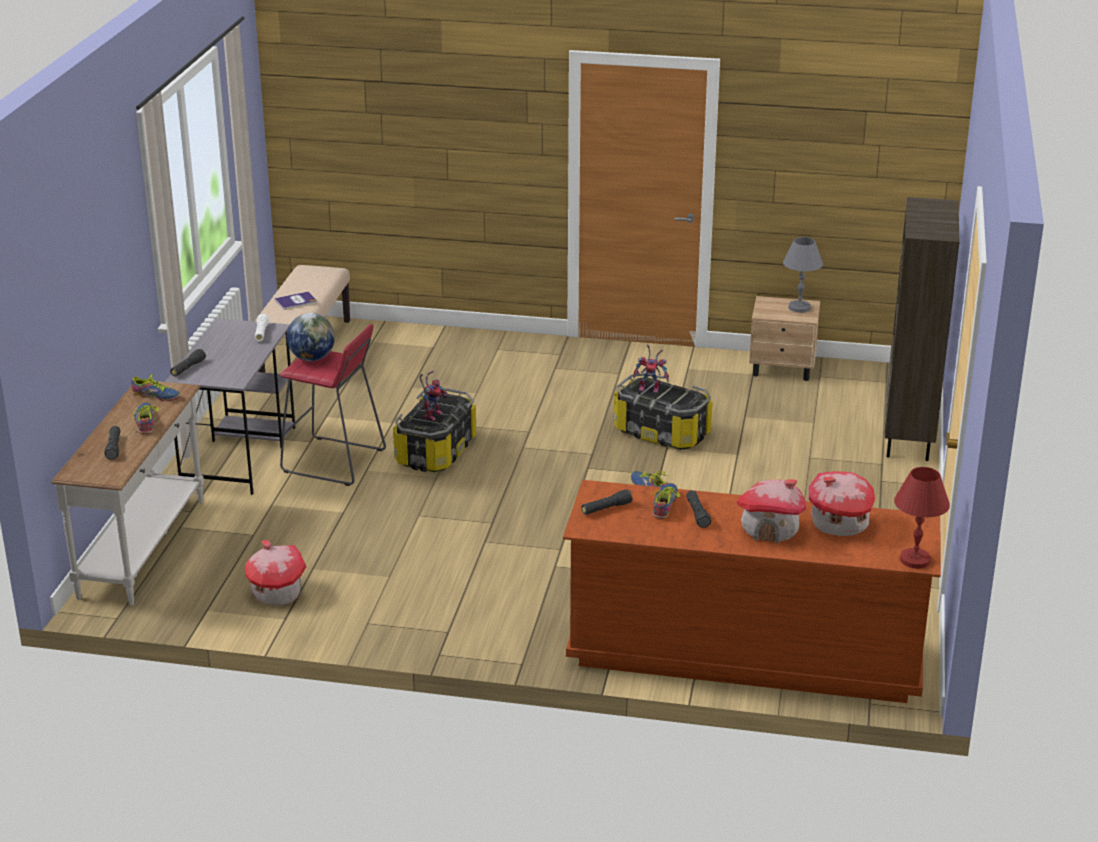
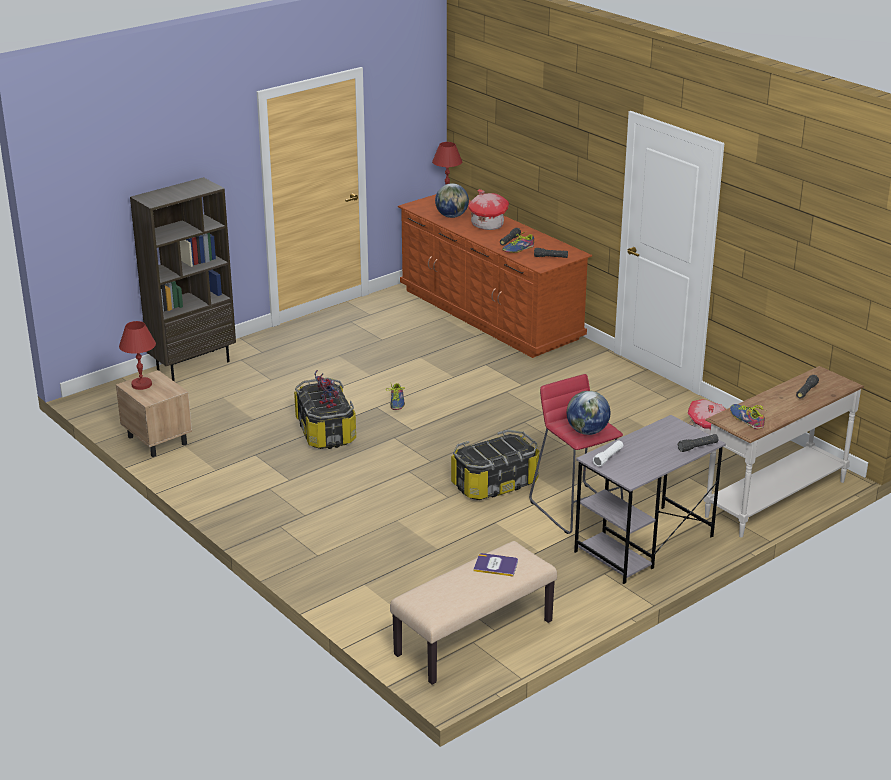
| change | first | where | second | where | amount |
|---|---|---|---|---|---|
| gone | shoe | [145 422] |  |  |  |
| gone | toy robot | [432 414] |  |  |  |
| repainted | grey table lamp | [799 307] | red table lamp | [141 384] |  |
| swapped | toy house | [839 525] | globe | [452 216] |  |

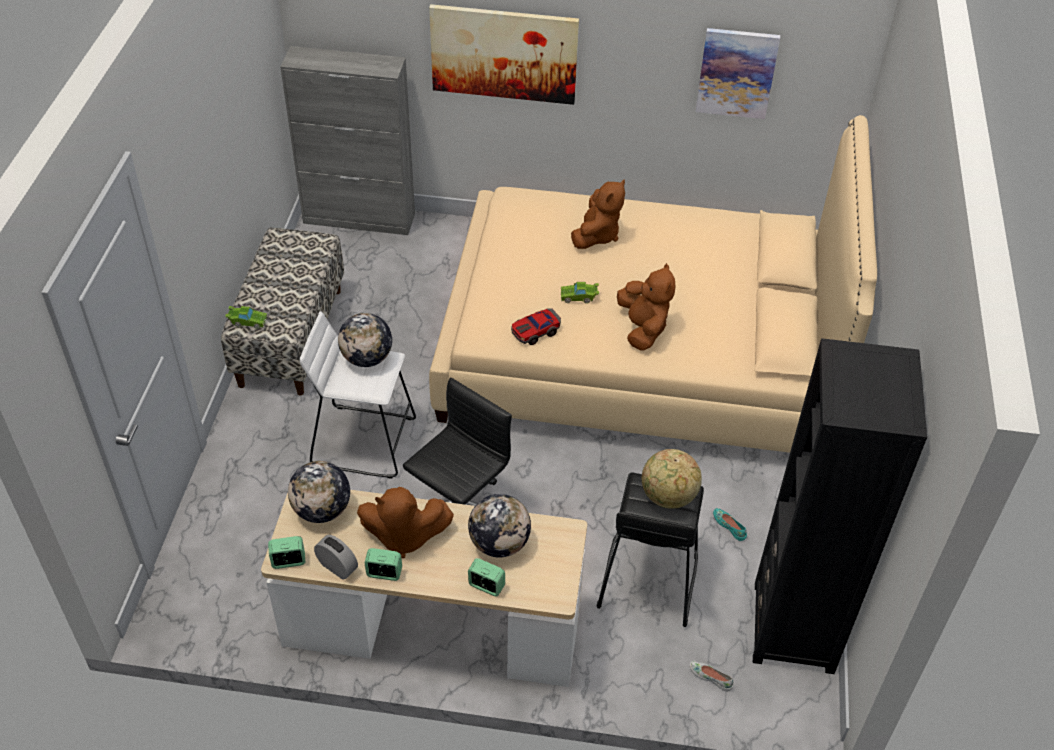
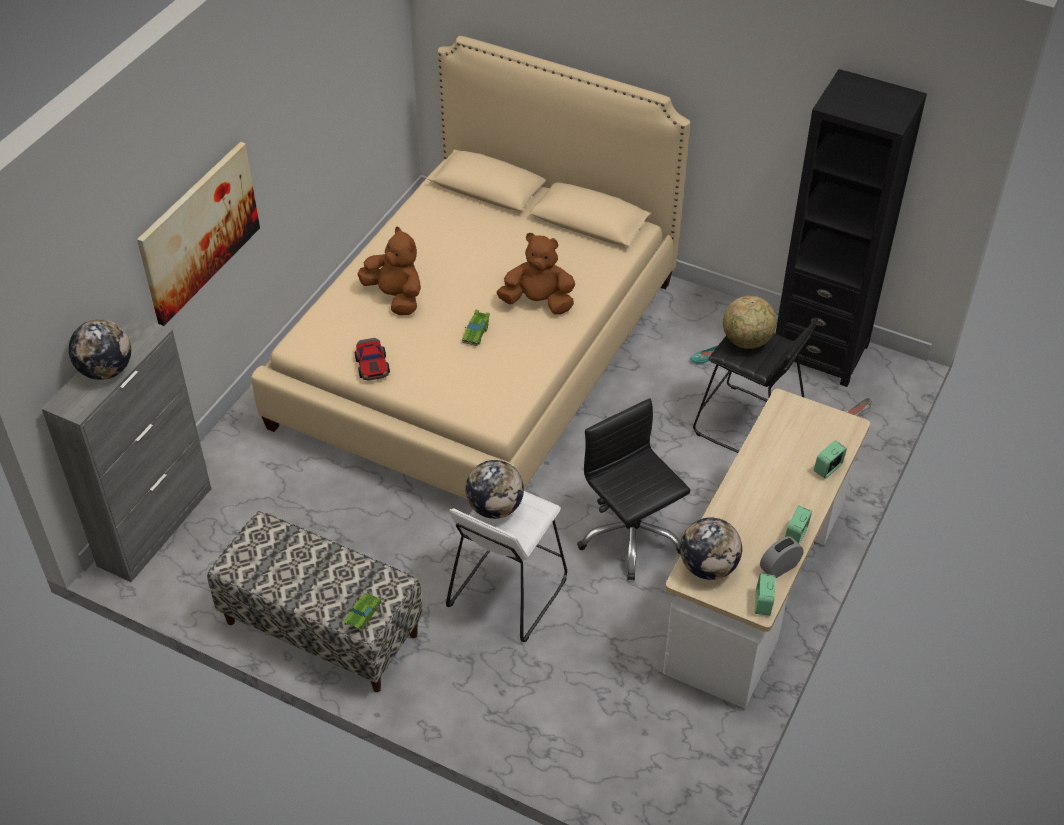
| change | first | where | second | where | amount |
|---|---|---|---|---|---|
| gone | brown plush toy | [404 536] |  |  |  |
| shifted | globe | [499 543] |  | [106 370] |  |
| shifted | toy car | [535 331] |  | [372 365] |  |
| gone | picture | [736 73] |  |  |  |

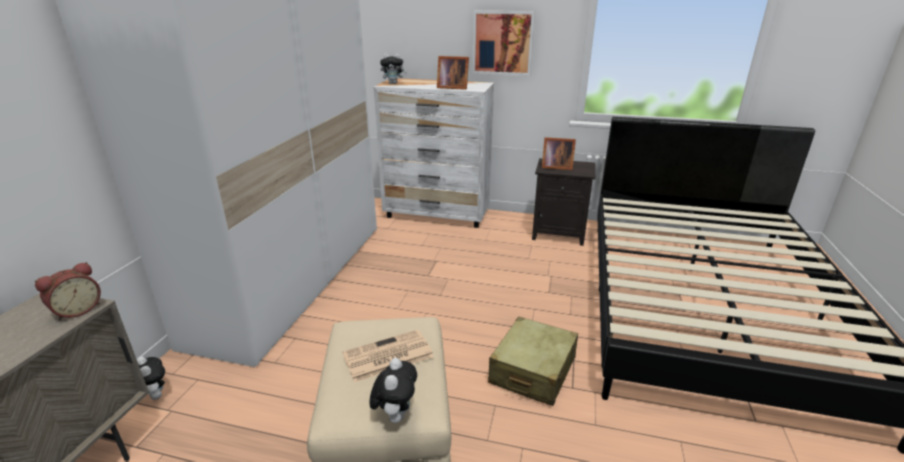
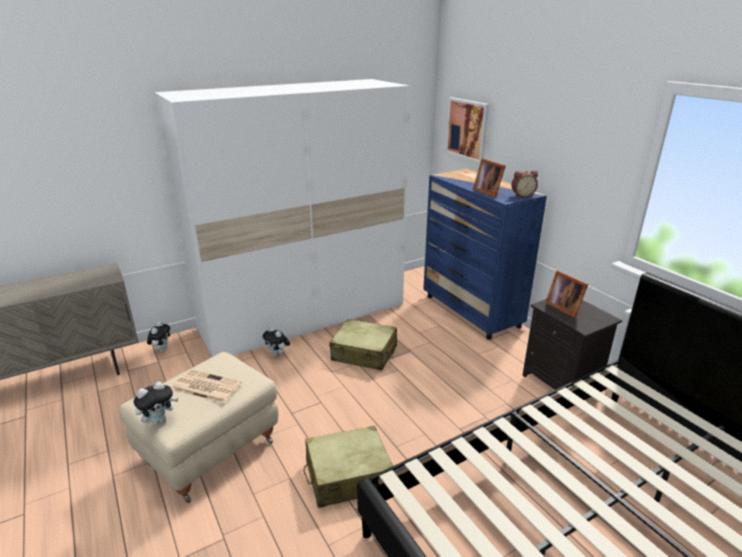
| change | first | where | second | where | amount |
|---|---|---|---|---|---|
| shifted | alarm clock | [77 310] |  | [522 195] |  |
| repainted | white dresser | [437 214] | blue dresser | [471 312] |  |
| shifted | plush toy | [393 83] |  | [278 354] |  |
| shifted | picture | [502 43] |  | [467 129] |  |
| new |  |  | beige suitcase | [364 353] |  |

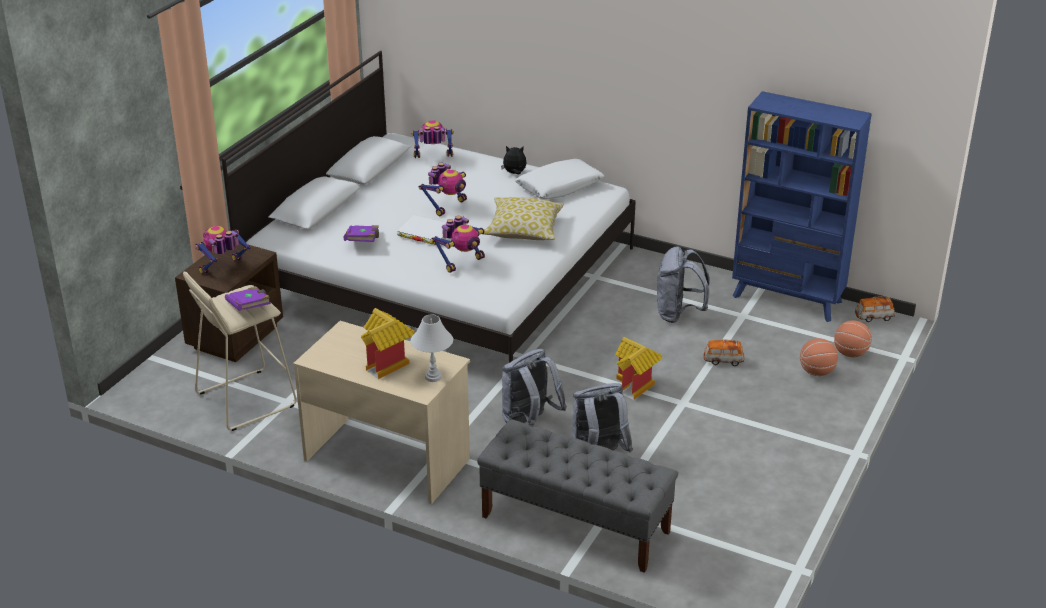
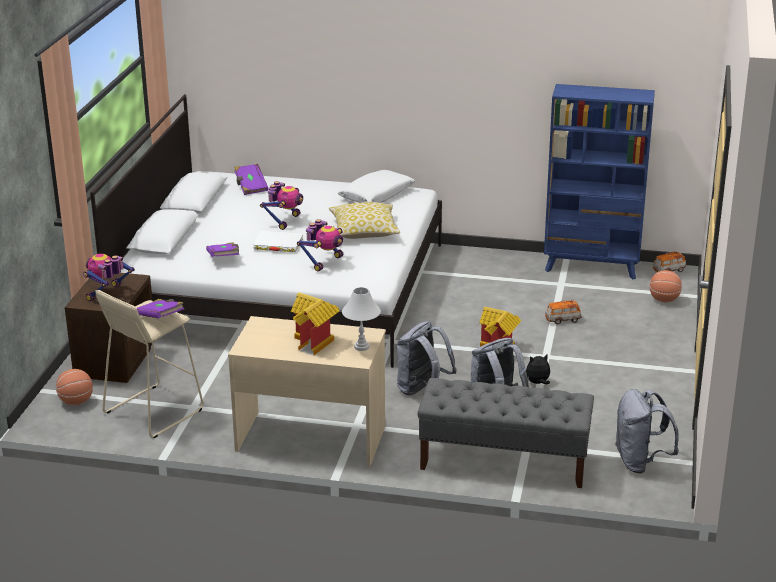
| change | first | where | second | where | amount |
|---|---|---|---|---|---|
| swapped | toy robot | [433 159] | purple book | [250 187] |  |
| shifted | plush toy | [514 173] |  | [538 383] |  |
| shifted | grey backpack | [678 314] |  | [640 462] |  |
| shifted | basketball | [816 372] |  | [76 402] |  |

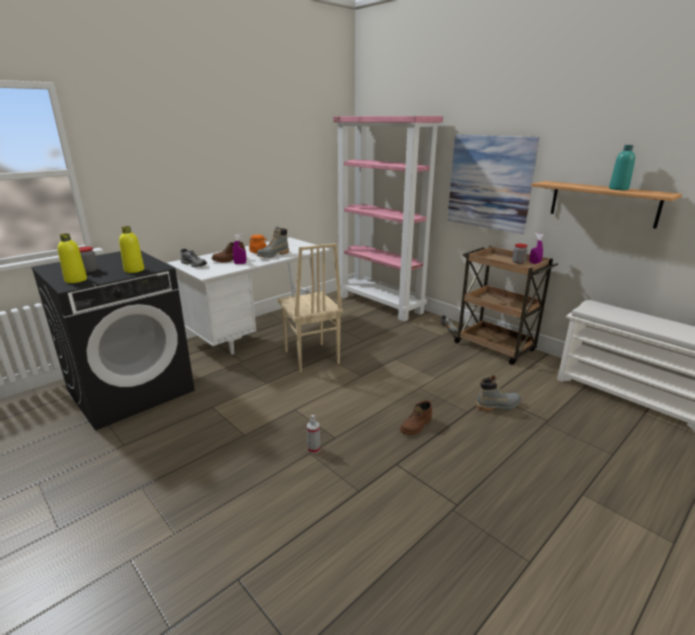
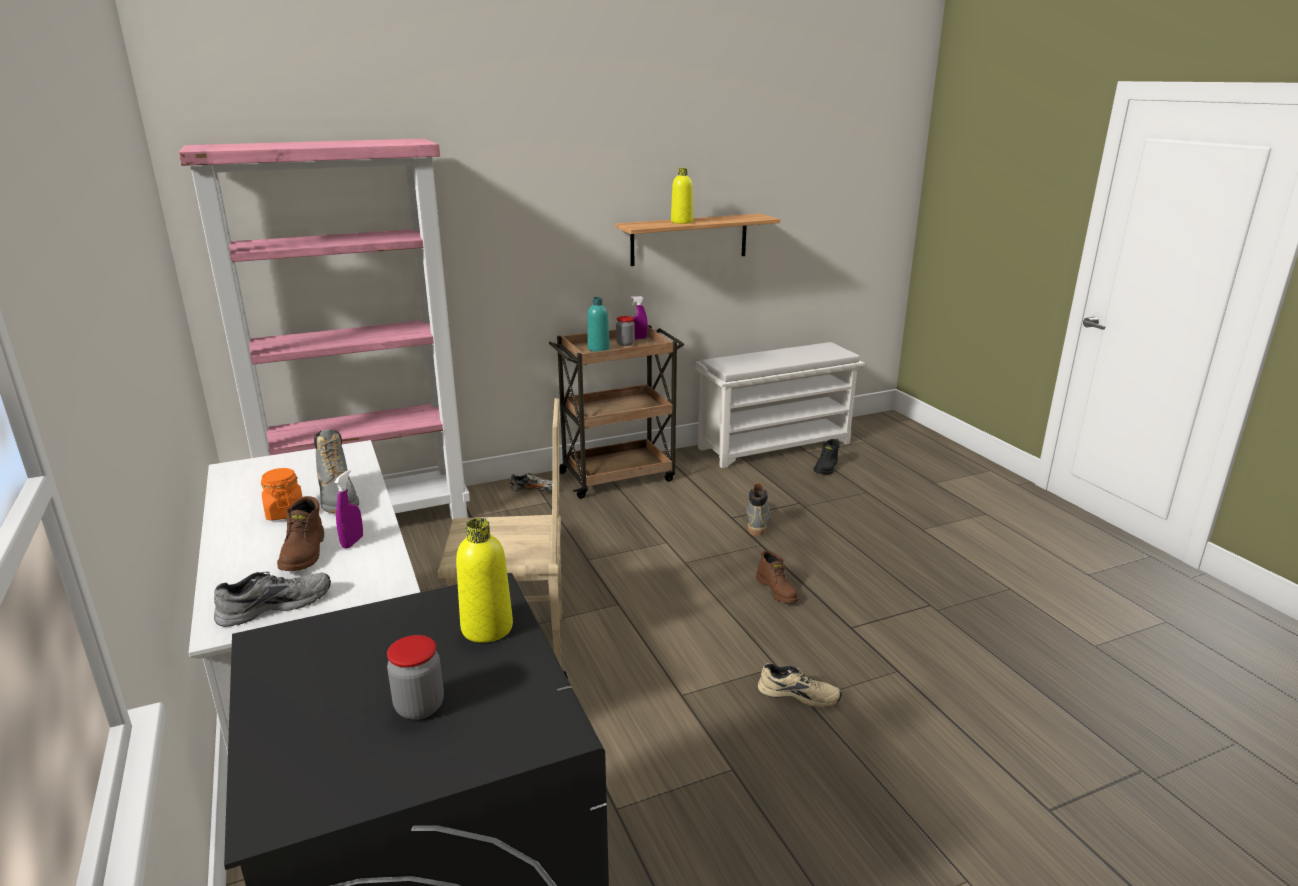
| change | first | where | second | where | amount |
|---|---|---|---|---|---|
| shifted | yellow bottle | [76 280] |  | [681 222] |  |
| swapped | spray bottle | [314 449] | beige shoe | [799 693] |  |
| gone | picture | [489 182] |  |  |  |
| shifted | turquoise bottle | [618 189] |  | [598 348] |  |
| new |  |  | black boot | [826 468] |  |

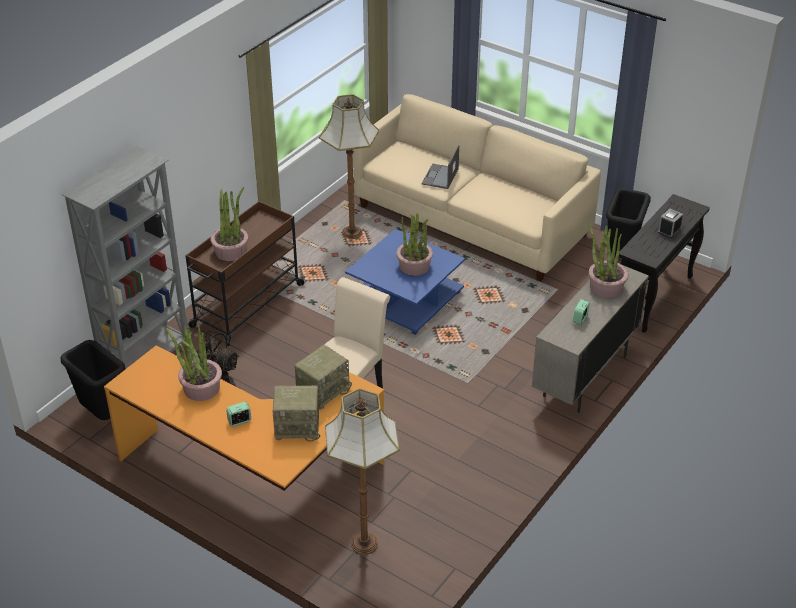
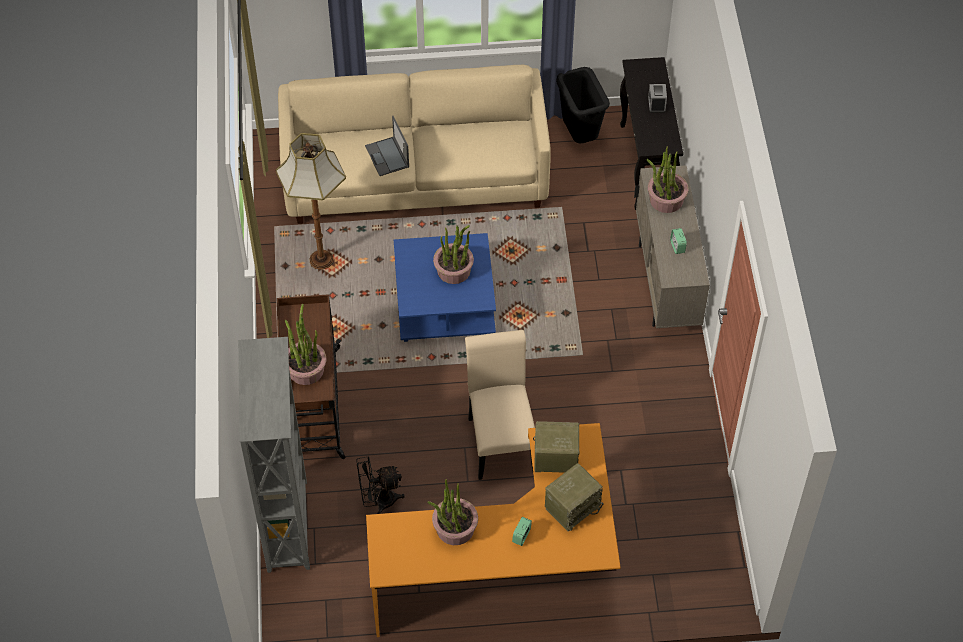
| change | first | where | second | where | amount |
|---|---|---|---|---|---|
| gone | black trash can | [103 415] |  |  |  |
| rotated | radio | [323 390] |  | [554 459] | 90 degrees counterclockwise |
| gone | floor lamp | [364 545] |  |  |  |

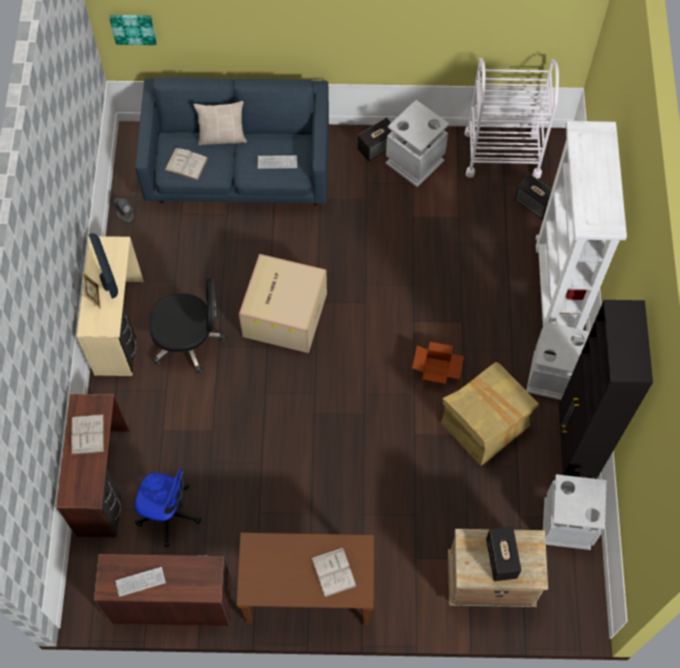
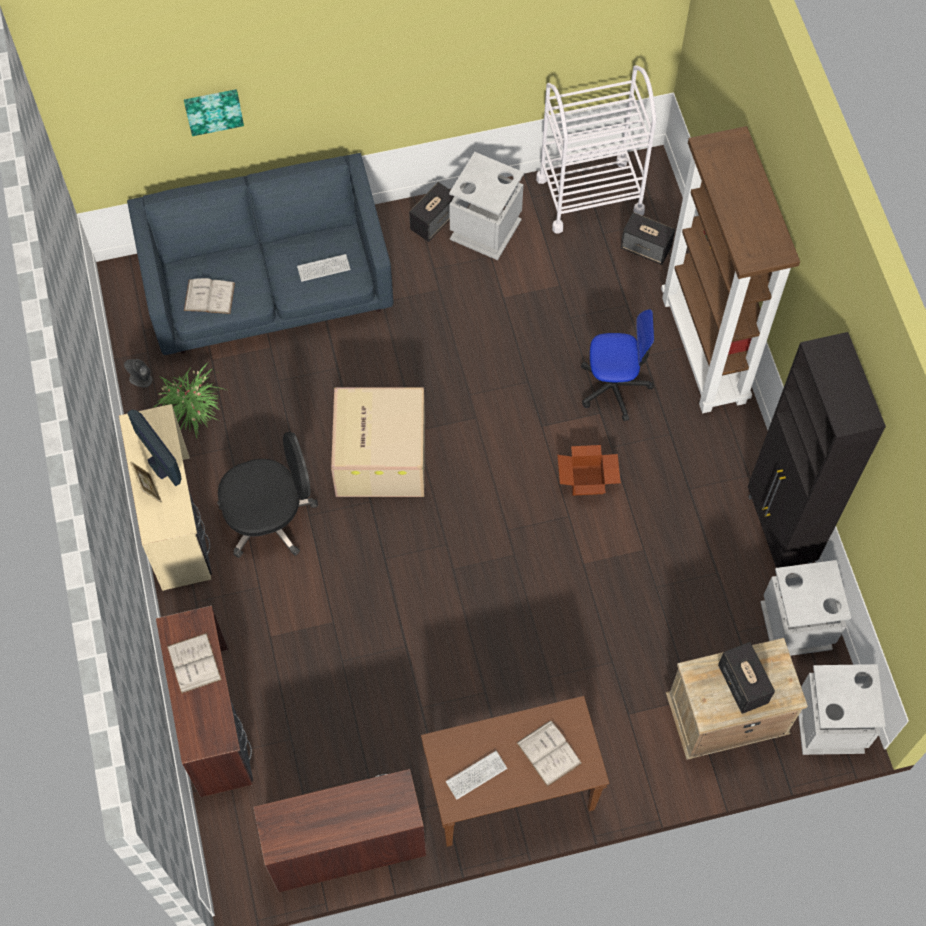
| change | first | where | second | where | amount |
|---|---|---|---|---|---|
| shifted | picture | [133 28] |  | [213 110] |  |
| shifted | keyboard | [140 582] |  | [476 775] |  |
| shifted | office chair | [168 513] |  | [614 386] |  |
| gone | beige pillow | [222 137] |  |  |  |
| gone | cardboard box | [484 425] |  |  |  |
| shifted | grey trash can | [553 376] |  | [830 723] |  |
| repainted | white bookcase | [557 293] | brown bookcase | [705 350] |  |
| new |  |  | potted plant | [191 408] |  |

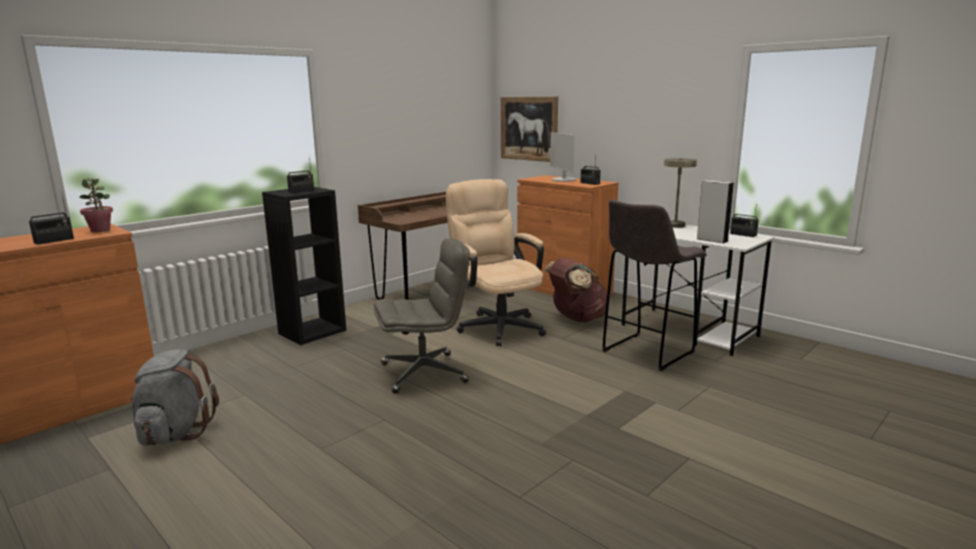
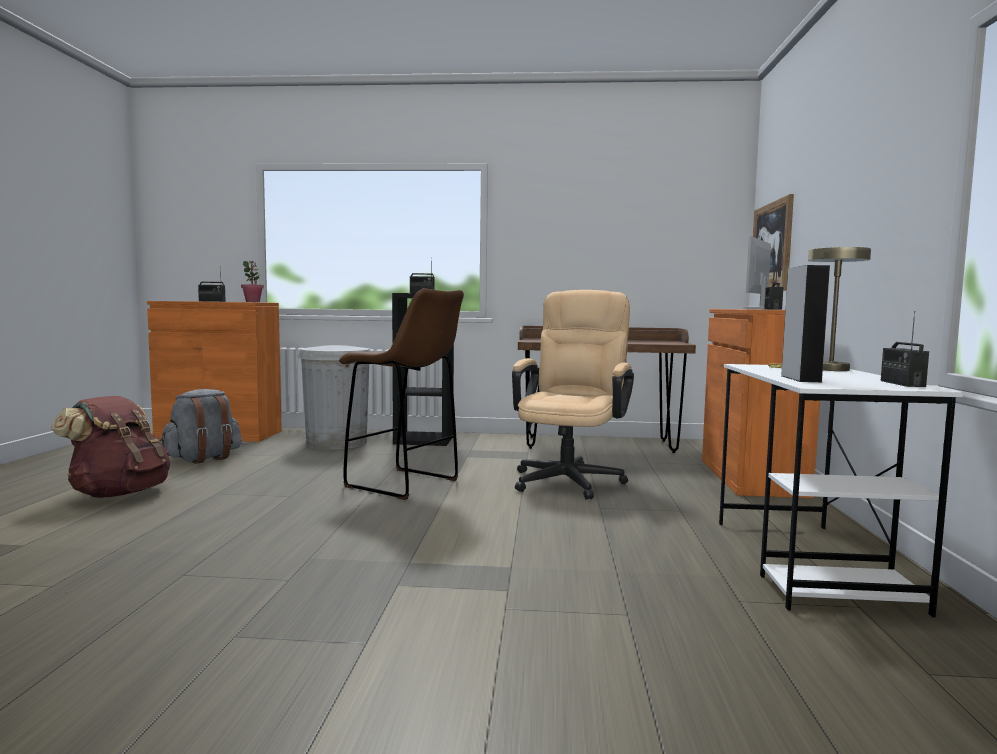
| change | first | where | second | where | amount |
|---|---|---|---|---|---|
| swapped | grey office chair | [424 372] | brown stool | [404 484] |  |
| shifted | brown backpack | [576 319] |  | [119 494] |  |
| gone | grey stool | [646 352] |  |  |  |
| new |  |  | white trash can | [336 443] |  |

